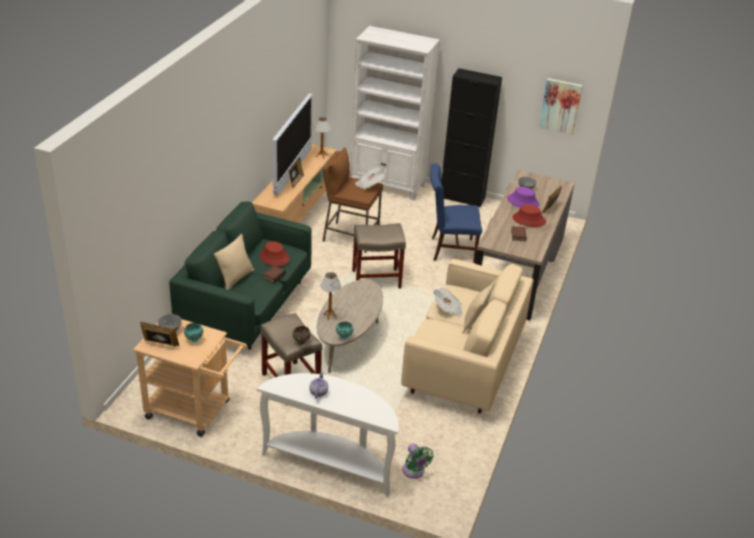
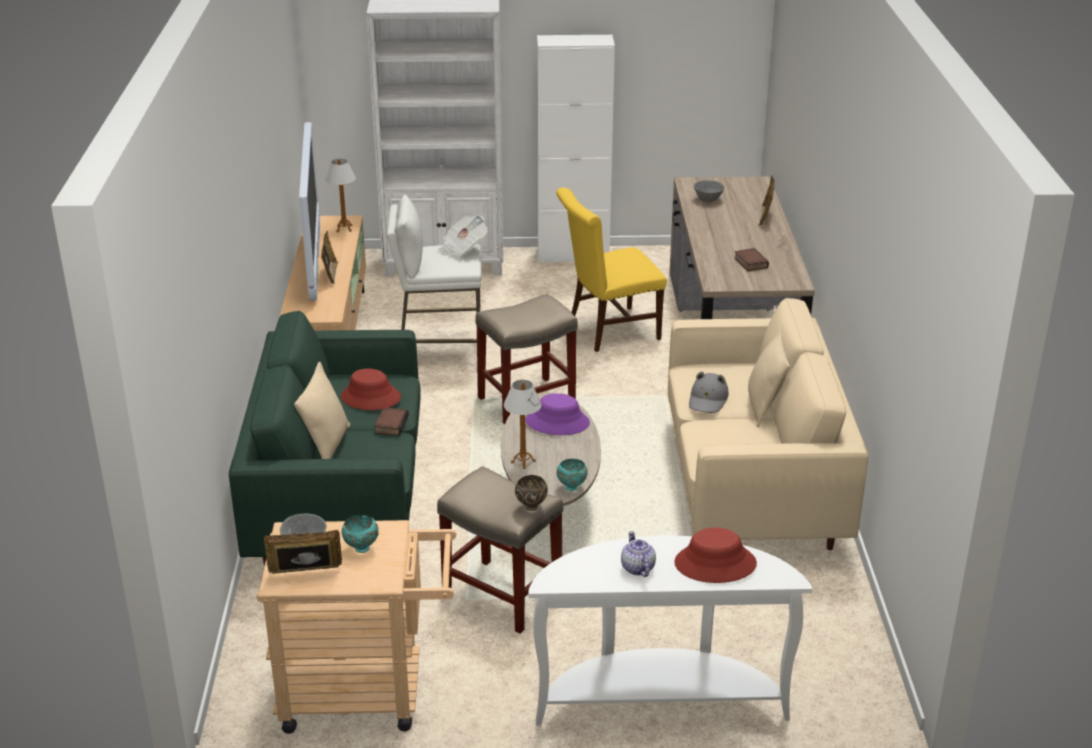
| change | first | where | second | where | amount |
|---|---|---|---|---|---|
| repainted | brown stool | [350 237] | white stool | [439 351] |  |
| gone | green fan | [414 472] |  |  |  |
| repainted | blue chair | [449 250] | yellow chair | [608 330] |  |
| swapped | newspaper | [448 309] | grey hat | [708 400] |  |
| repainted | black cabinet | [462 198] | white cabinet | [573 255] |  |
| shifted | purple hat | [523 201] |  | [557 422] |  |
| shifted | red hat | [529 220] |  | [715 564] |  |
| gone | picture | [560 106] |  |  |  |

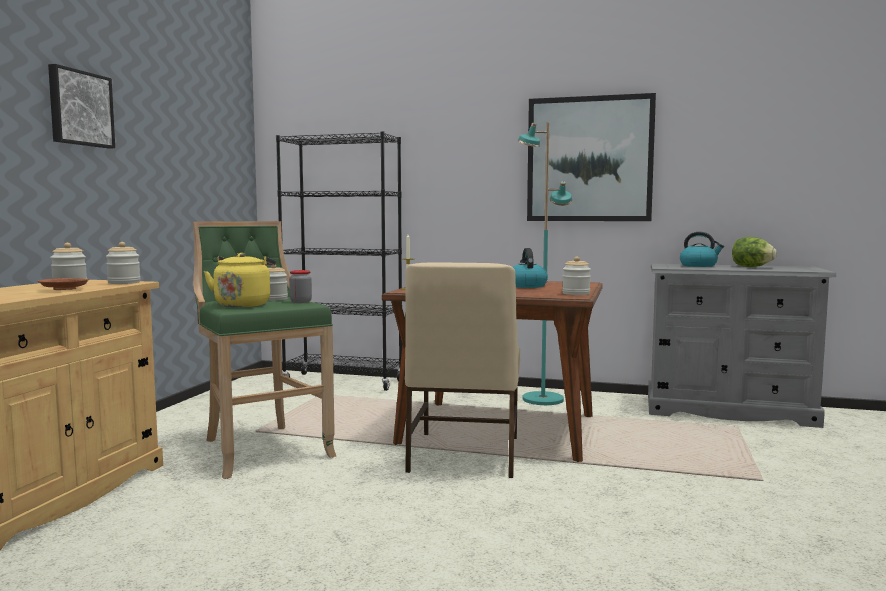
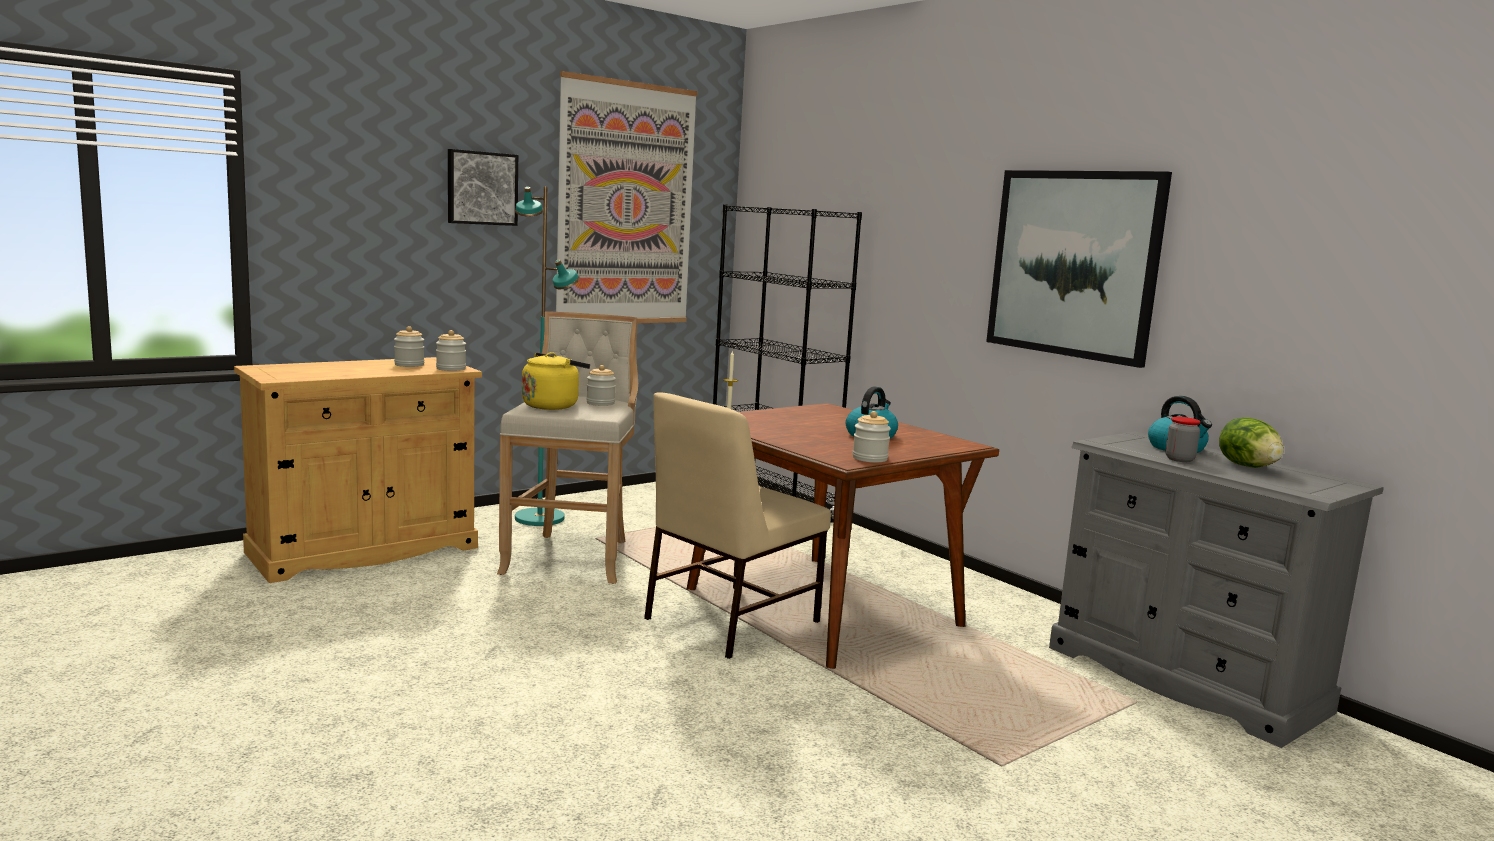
| change | first | where | second | where | amount |
|---|---|---|---|---|---|
| gone | brown plate | [64 289] |  |  |  |
| repainted | green stool | [262 448] | beige stool | [572 556] |  |
| shifted | jar | [301 302] |  | [1179 459] |  |
| shifted | turquoise floor lamp | [542 399] |  | [540 518] |  |
| new |  |  | picture | [626 205] |  |

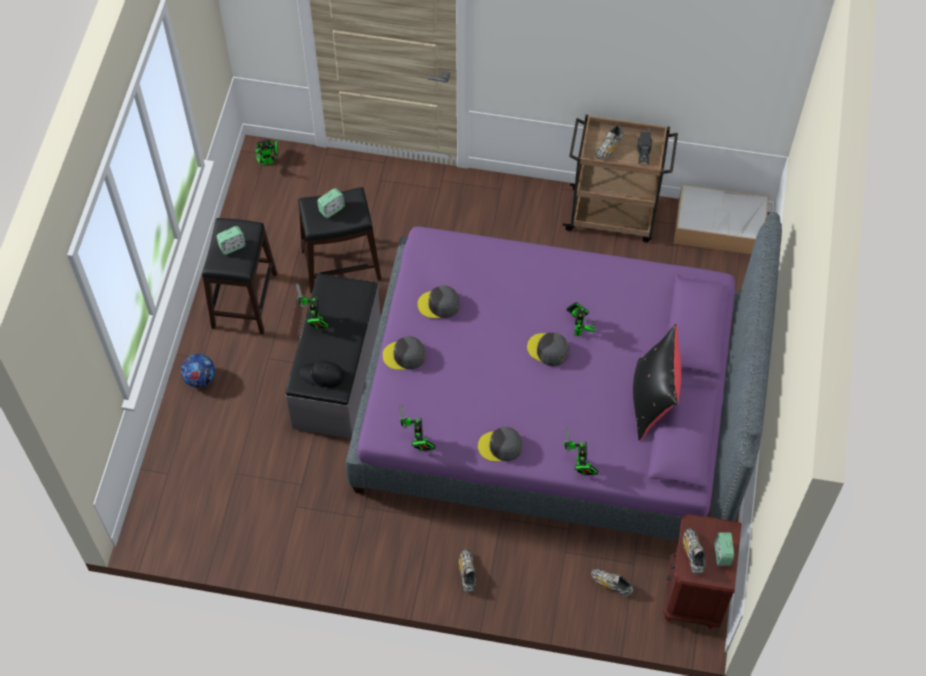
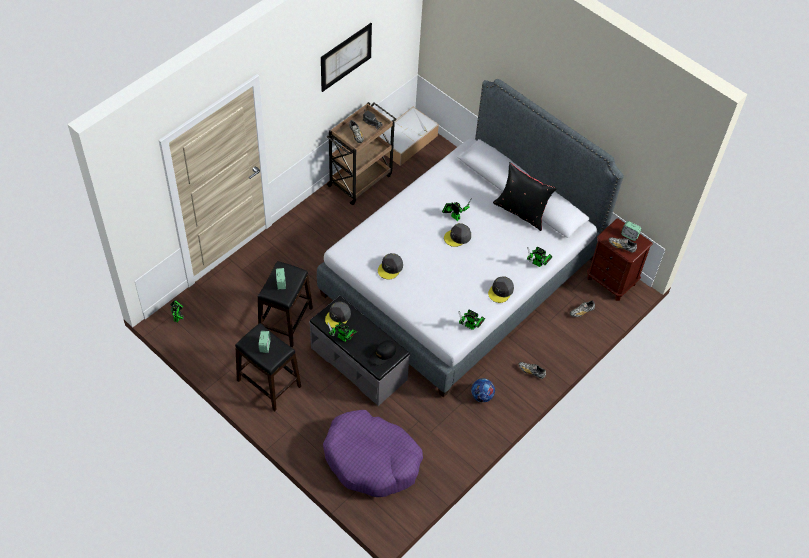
| change | first | where | second | where | amount |
|---|---|---|---|---|---|
| shifted | football | [200 378] |  | [482 396] |  |
| repainted | purple bed | [556 408] | grey bed | [461 275] |  |
| shifted | grey cap | [404 356] |  | [338 316] |  |
| new |  |  | picture | [346 57] |  |
| new |  |  | purple dog bed | [371 459] |  |

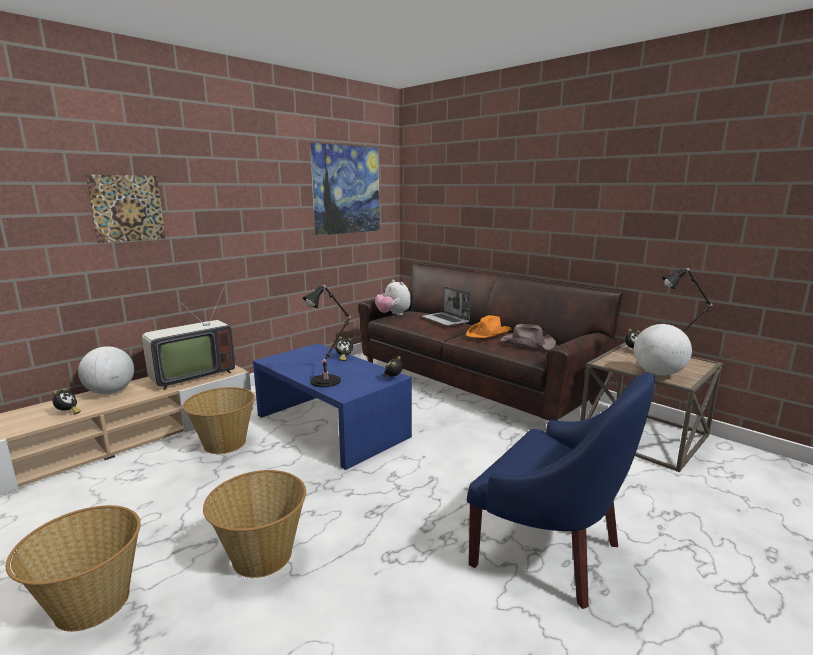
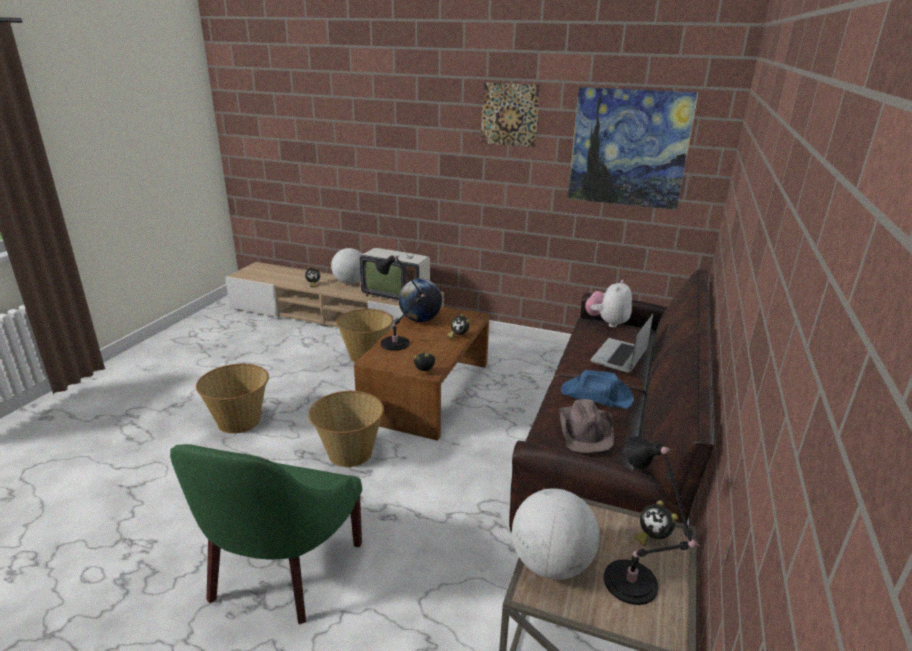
| change | first | where | second | where | amount |
|---|---|---|---|---|---|
| shifted | basket | [91 604] |  | [349 453] |  |
| shifted | picture | [127 208] |  | [509 114] |  |
| repainted | blue coffee table | [332 425] | brown coffee table | [428 391] |  |
| repainted | orange hat | [489 333] | blue hat | [597 396] |  |
| repainted | blue armchair | [551 551] | green armchair | [279 571] |  |
| new |  |  | globe | [420 320] |  |

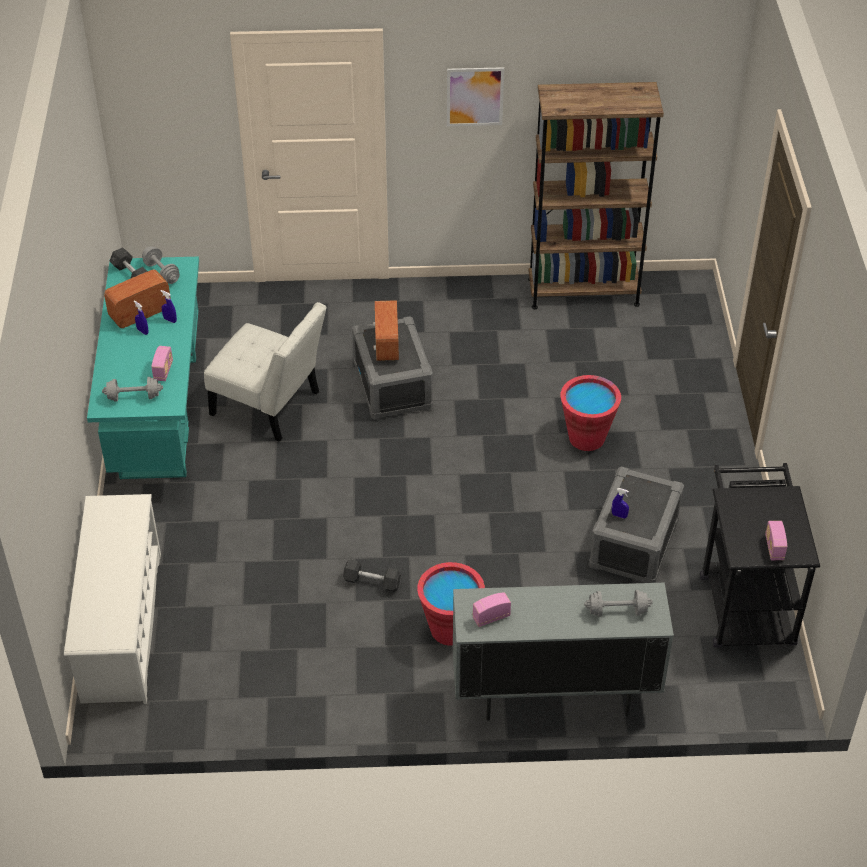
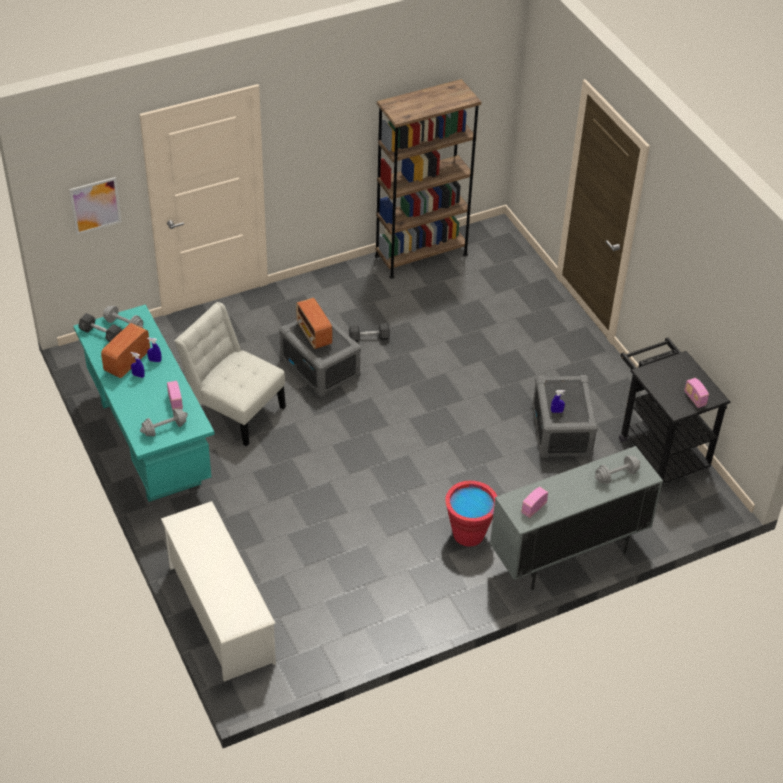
| change | first | where | second | where | amount |
|---|---|---|---|---|---|
| rotated | white chair | [270 406] |  | [234 409] | 150 degrees counterclockwise |
| shifted | grey dumbbell | [372 582] |  | [369 338] |  |
| shifted | picture | [475 96] |  | [95 205] |  |
| gone | red bucket | [586 438] |  |  |  |

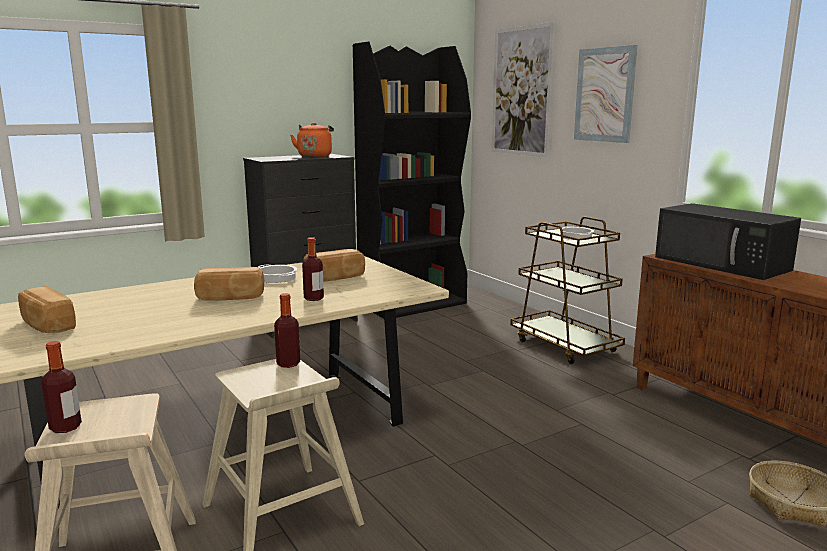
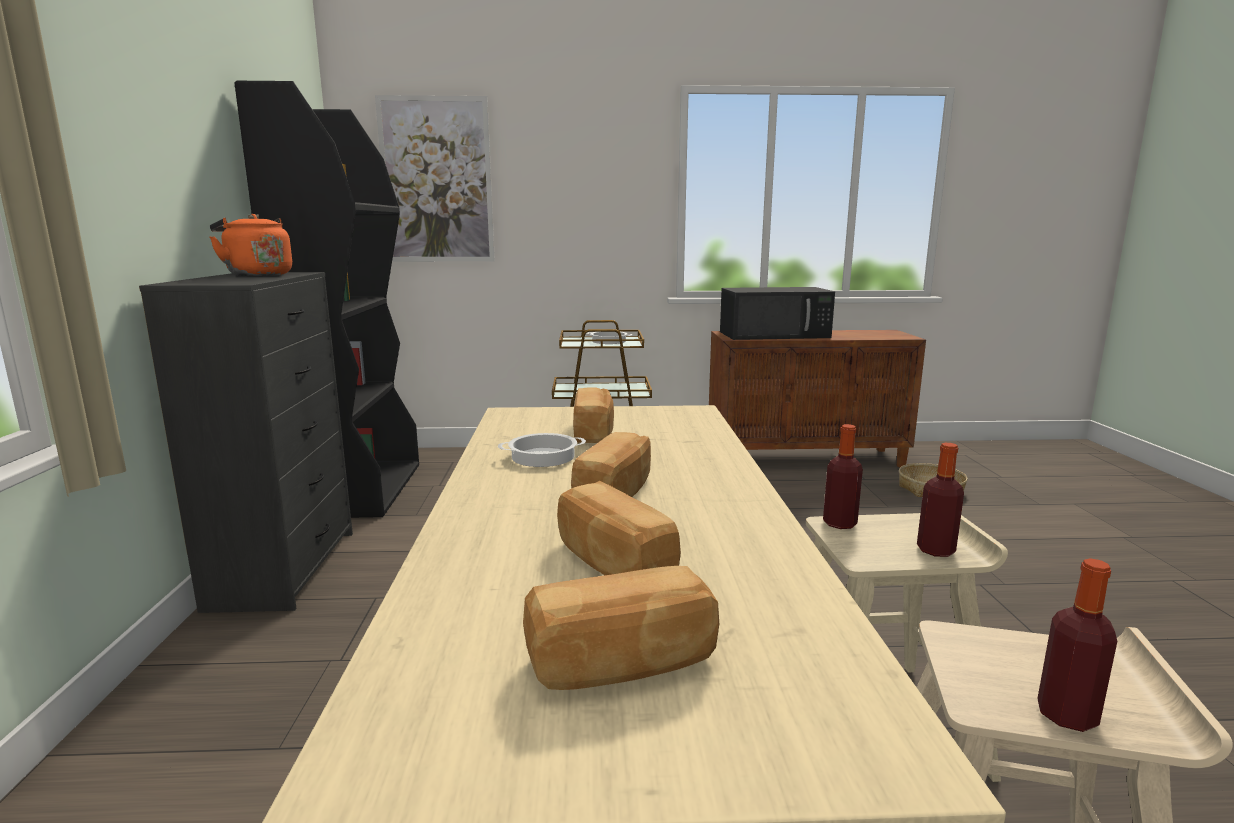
| change | first | where | second | where | amount |
|---|---|---|---|---|---|
| shifted | bottle | [313 298] |  | [935 550] |  |
| gone | picture | [604 95] |  |  |  |
| new |  |  | bread | [612 562] |  |

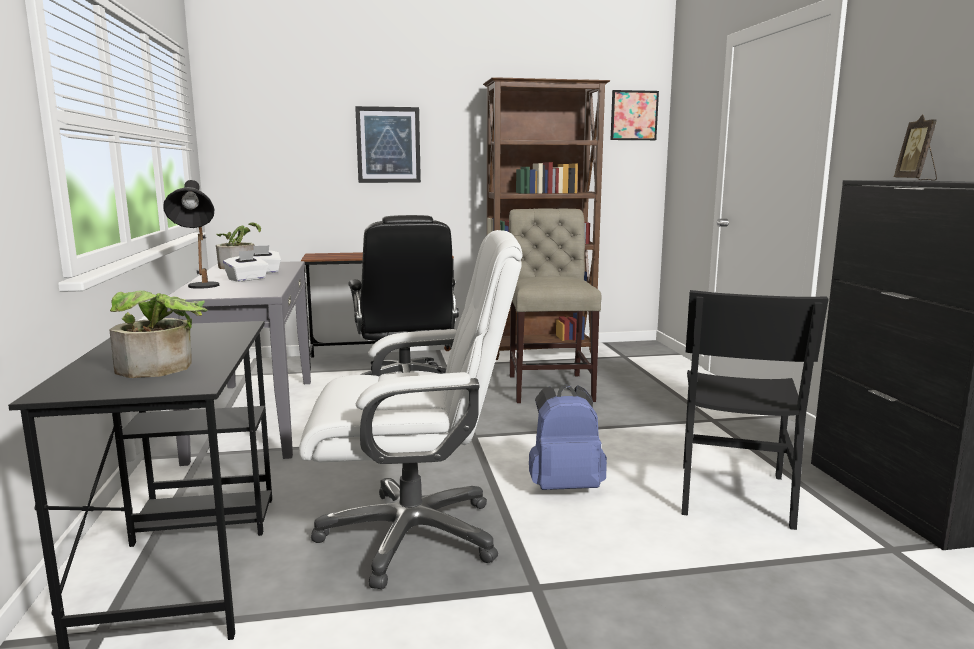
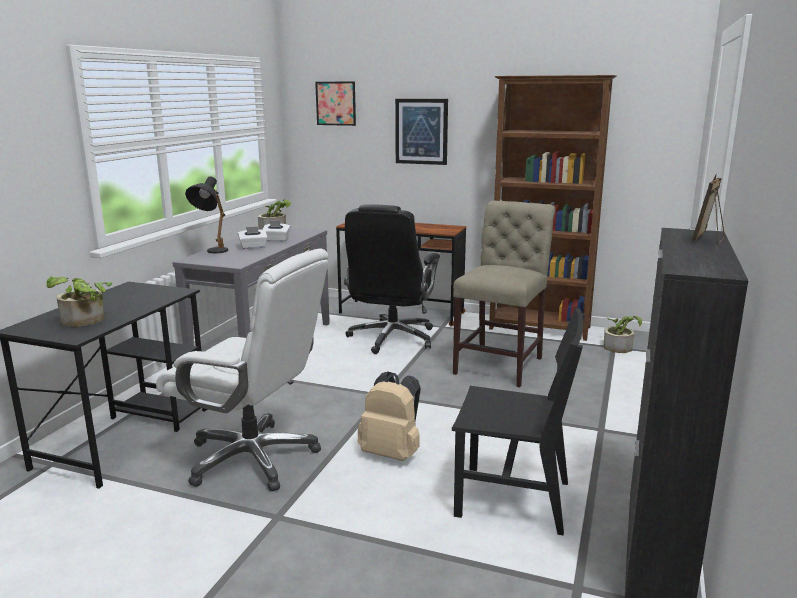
| change | first | where | second | where | amount |
|---|---|---|---|---|---|
| repainted | blue backpack | [564 486] | beige backpack | [392 453] |  |
| shifted | picture | [634 115] |  | [336 103] |  |
| rotated | black chair | [733 494] |  | [513 499] | 120 degrees counterclockwise |
| new |  |  | potted plant | [620 346] |  |

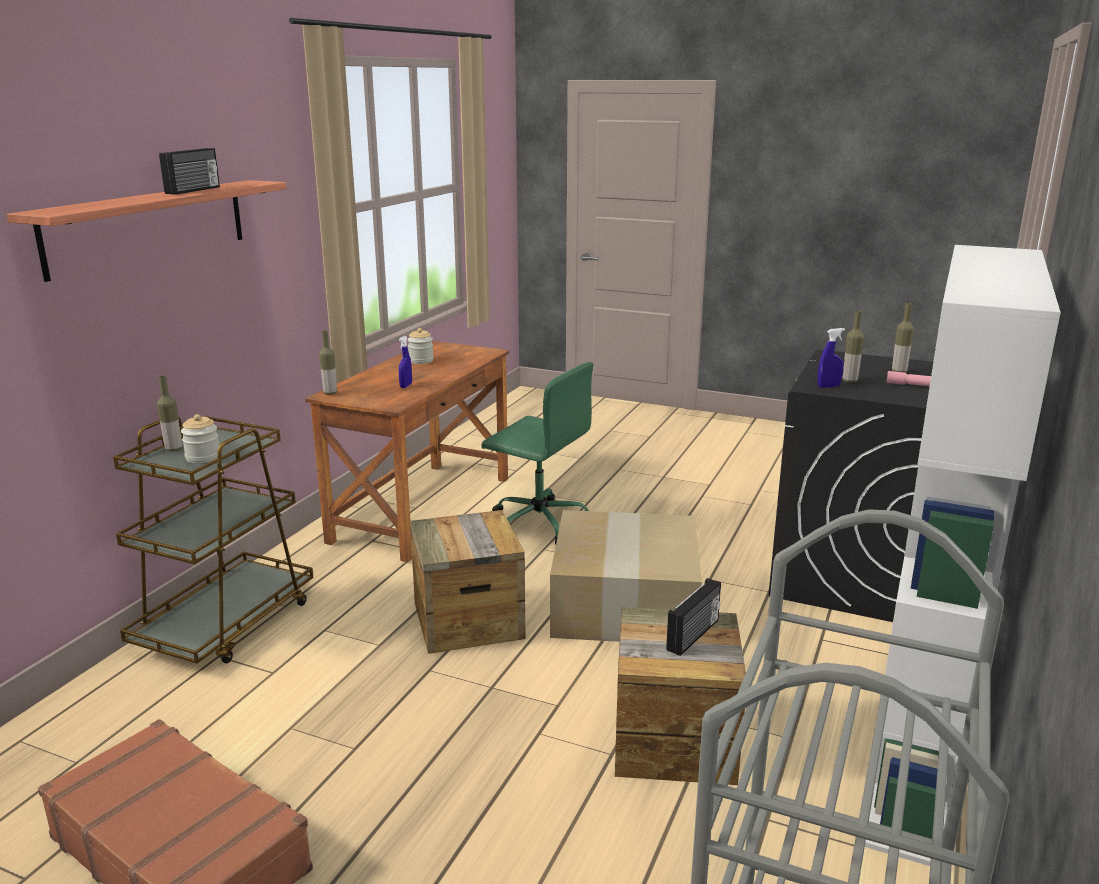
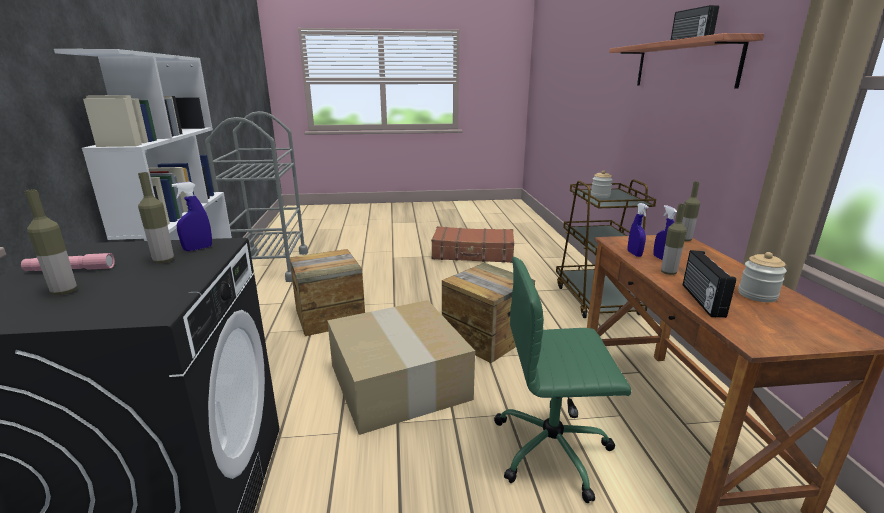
| change | first | where | second | where | amount |
|---|---|---|---|---|---|
| shifted | bottle | [173 449] |  | [668 272] |  |
| shifted | radio | [694 635] |  | [701 300] |  |
| new |  |  | blue spray bottle | [634 254] |  |

